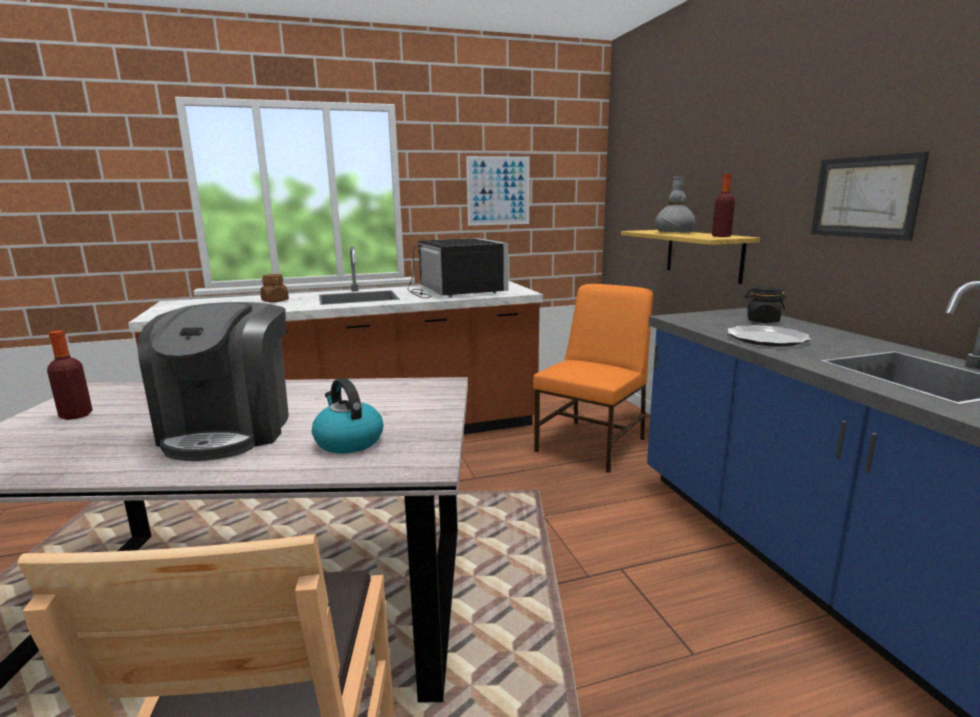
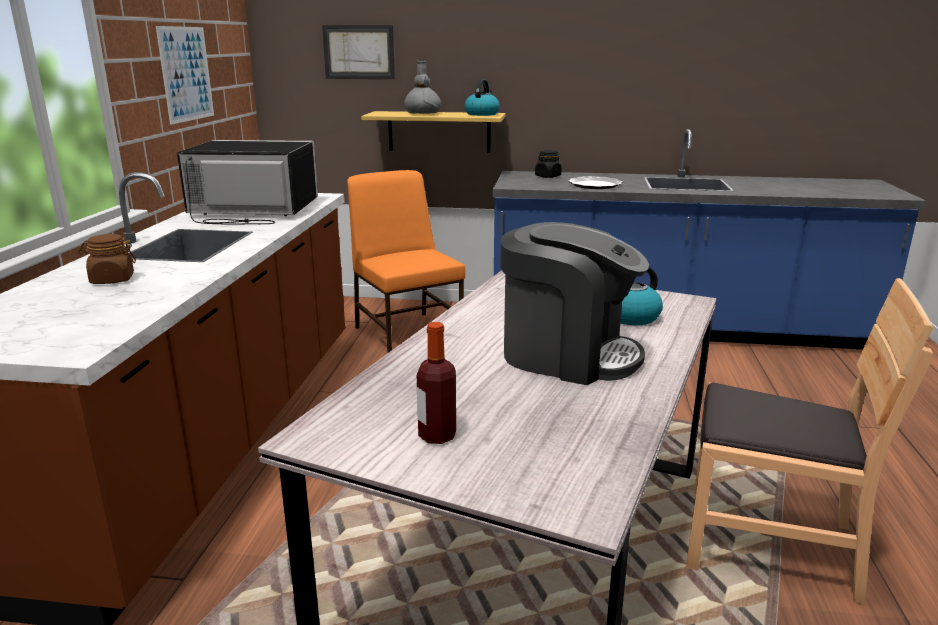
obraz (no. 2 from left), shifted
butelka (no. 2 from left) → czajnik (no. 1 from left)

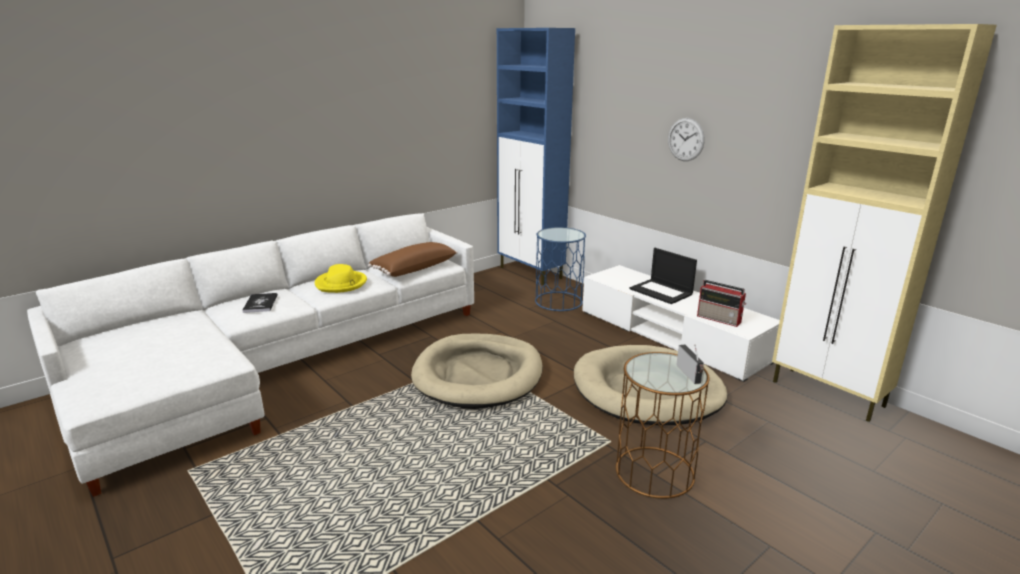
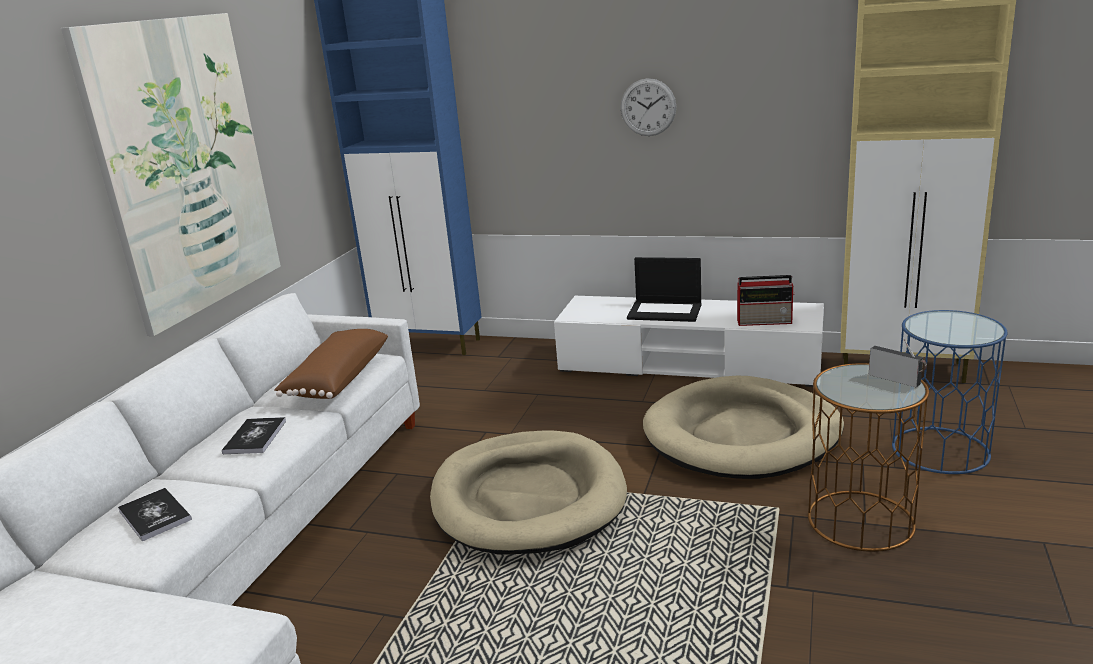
- → obraz
kapelusz [żółty] → książka (no. 2 from left)
stolik [niebieski], shifted

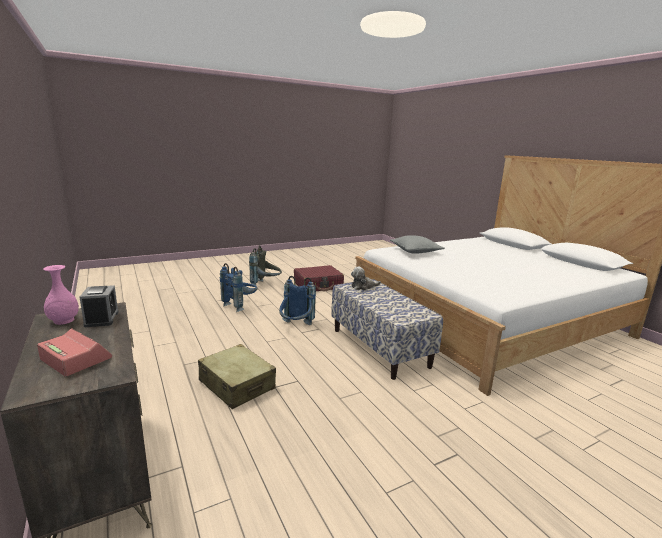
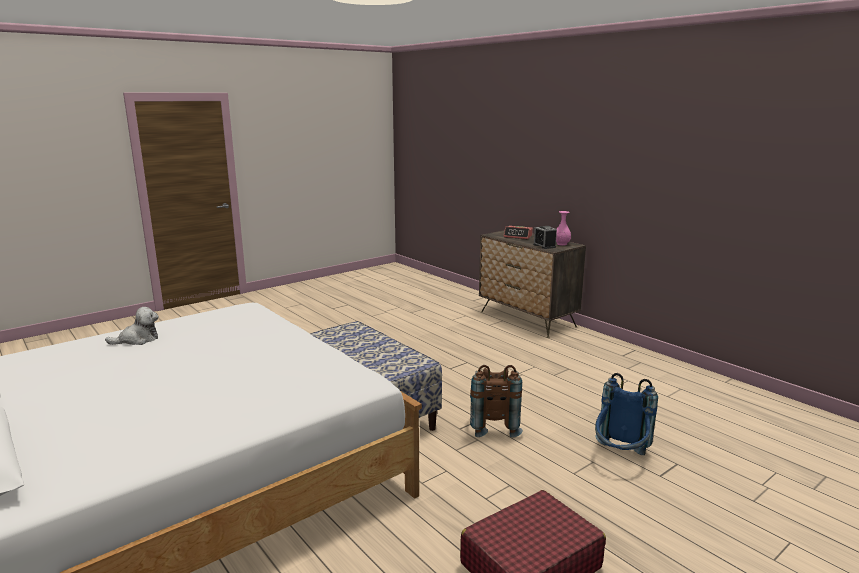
pluszak, shifted
plecak [niebieski] (no. 2 from left) → plecak [brązowy]
walizka [beżowy] → -
plecak [szary] → -
poduszka [szary] → -

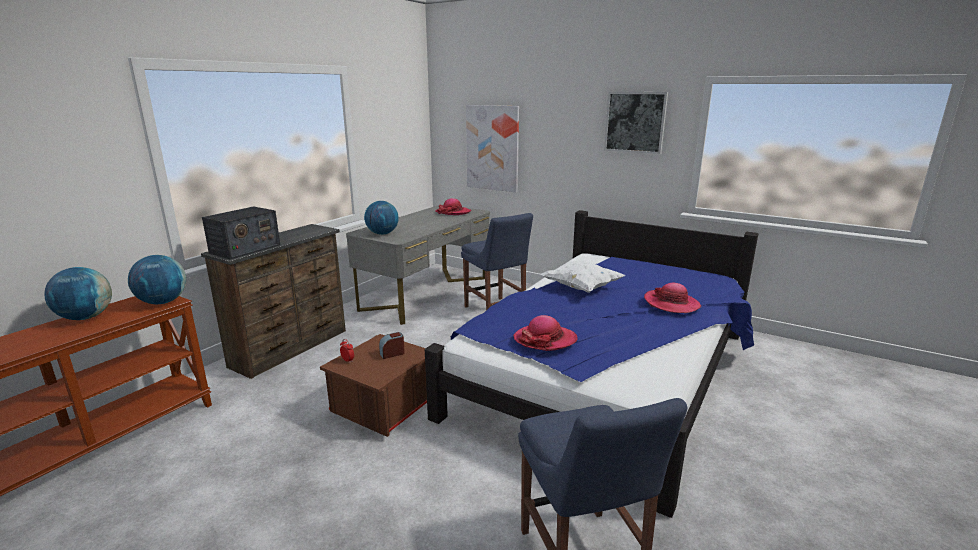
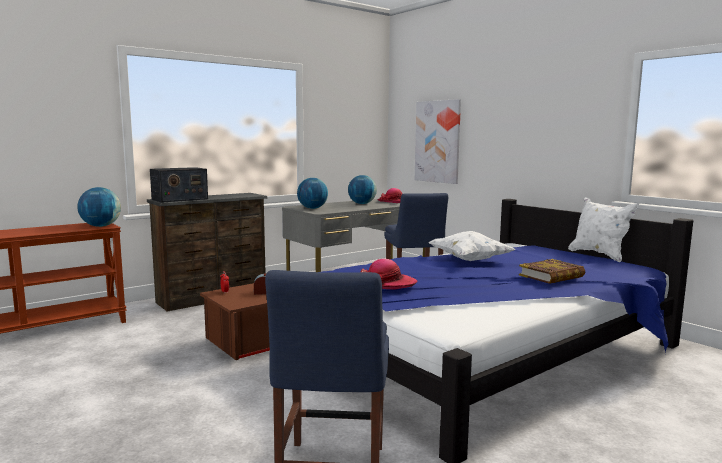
globus (no. 1 from left in the first image) → globus (no. 3 from left), shifted
kapelusz (no. 3 from left) → książka
- → poduszka [biały] (no. 2 from left)
obraz (no. 2 from left) → -

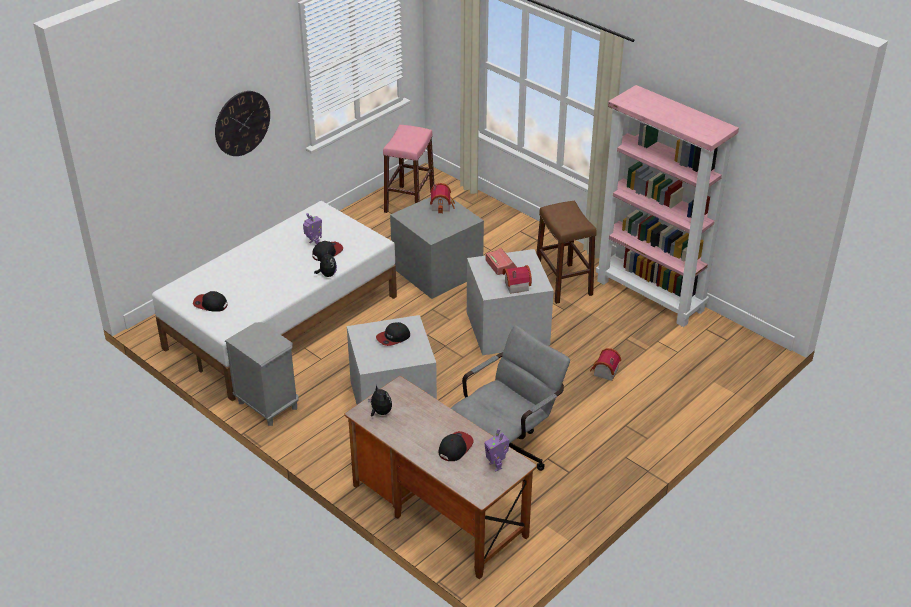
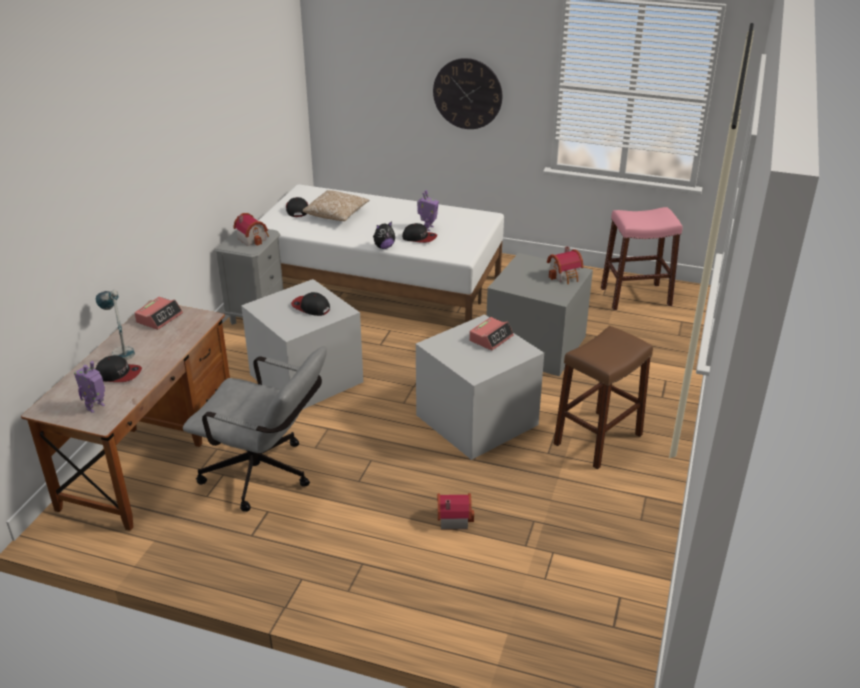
- → lampa stołowa
pluszak (no. 2 from left) → budzik (no. 1 from left)
domek (no. 2 from left in the first image) → domek (no. 1 from left), shifted
- → poduszka
regał [różowy] → -

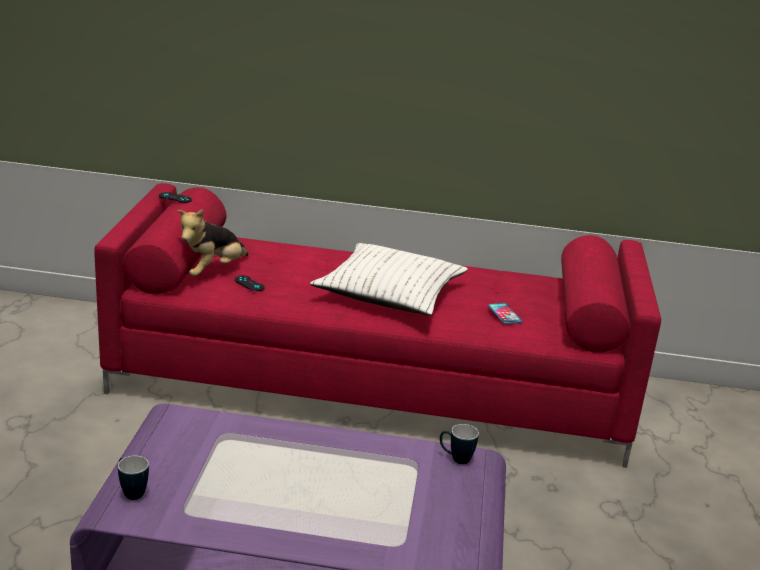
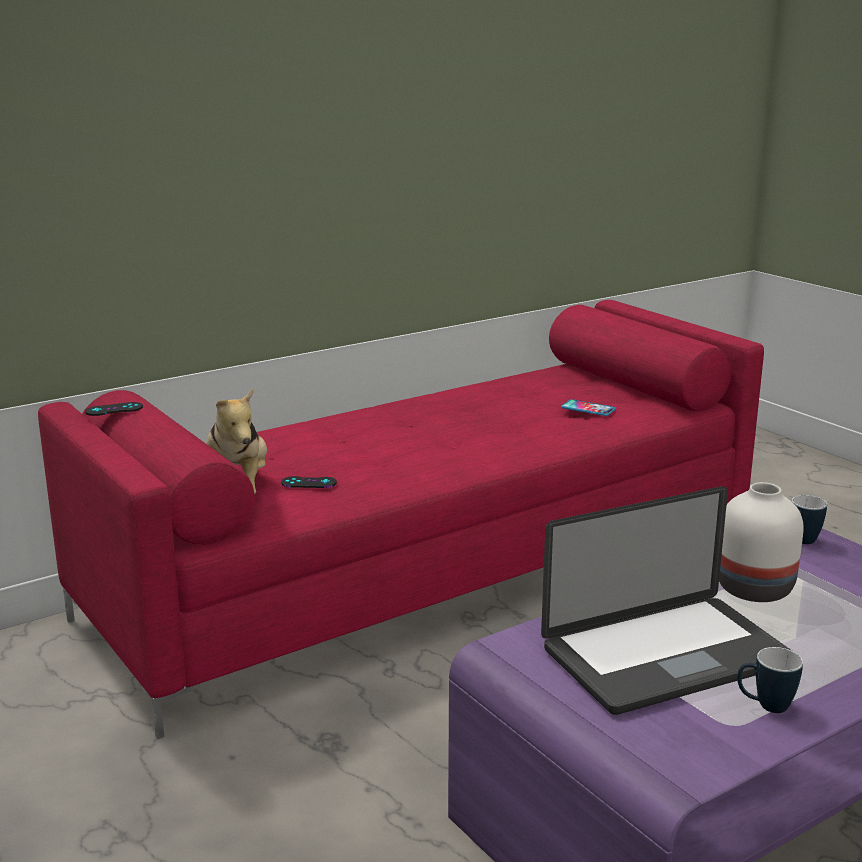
- → laptop
- → wazon [biały]
kubek (no. 1 from left), shifted
poduszka [biały] → -

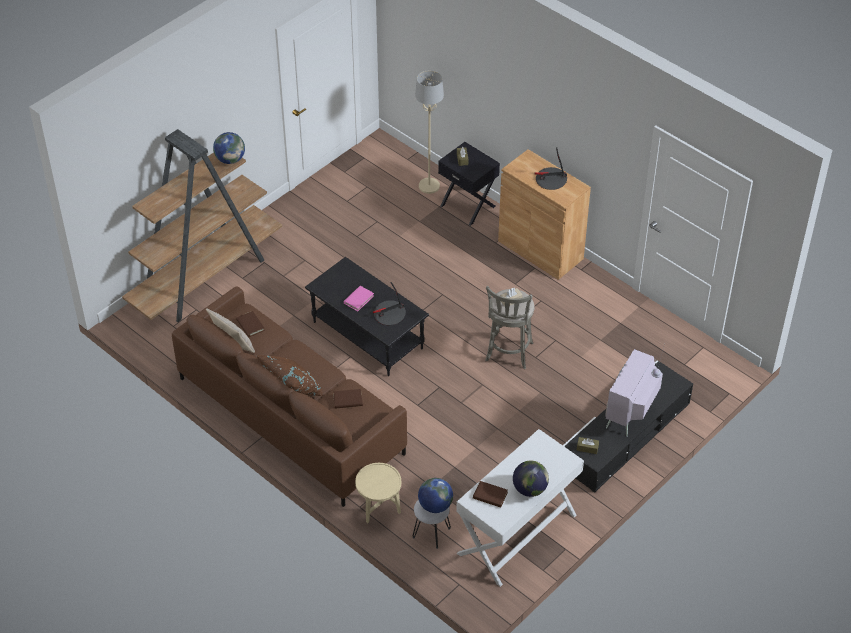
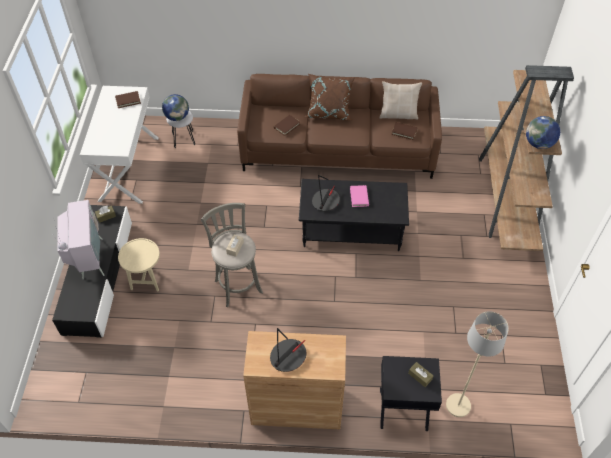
stolik [beżowy], shifted
globus (no. 3 from left) → -

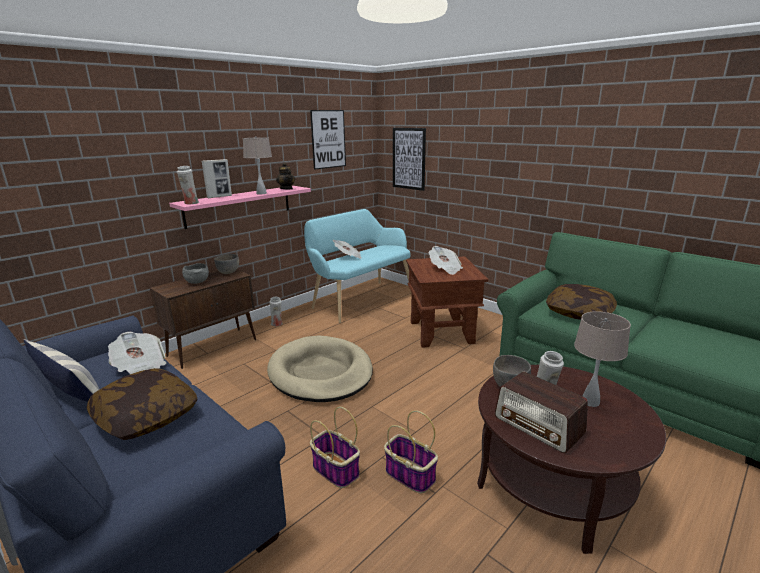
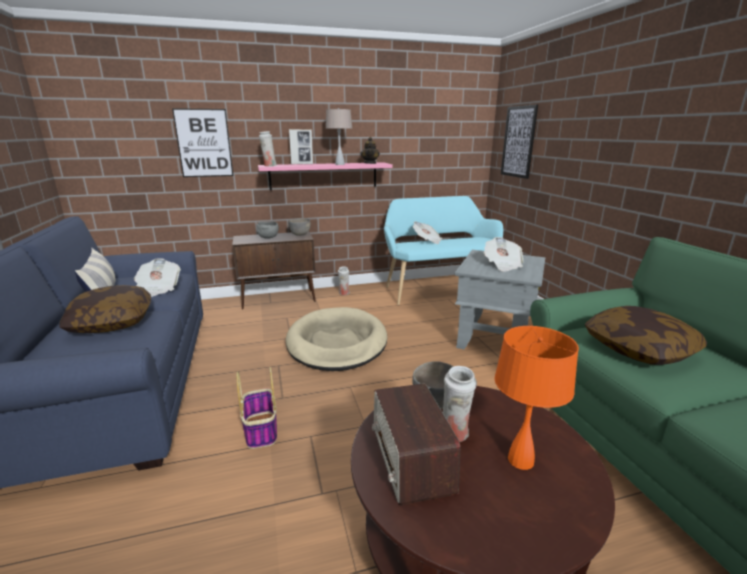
obraz (no. 1 from left), shifted
stolik [brązowy] → stolik [szary]
lampa stołowa [beżowy] (no. 2 from left) → lampa stołowa [pomarańczowy]
koszyk (no. 2 from left) → -

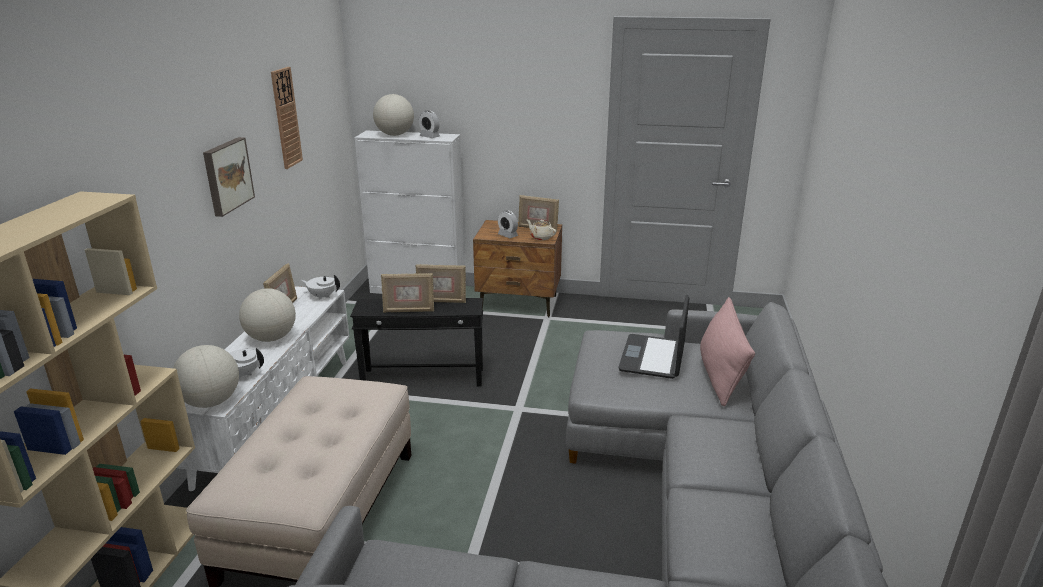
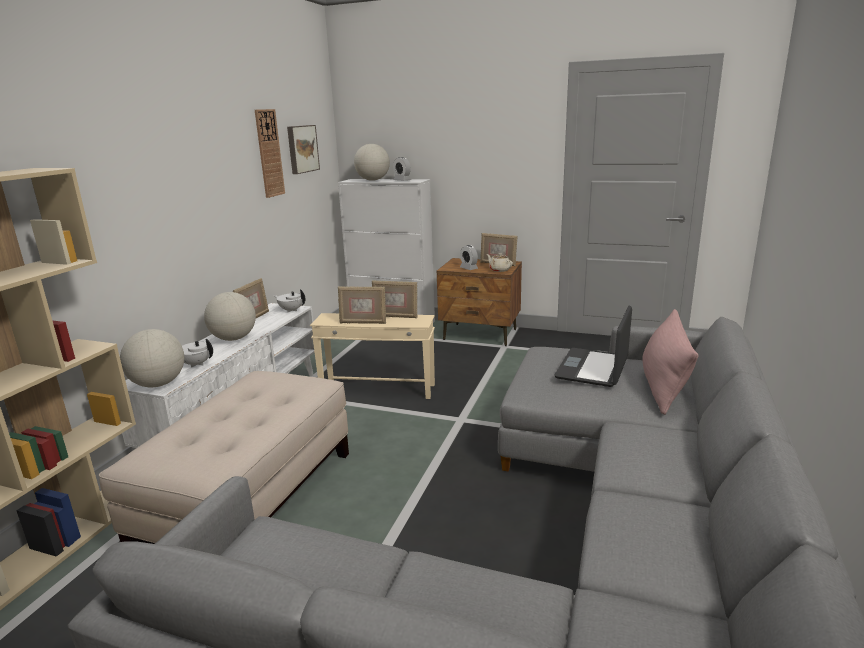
obraz, shifted
stolik [czarny] → stolik [beżowy]

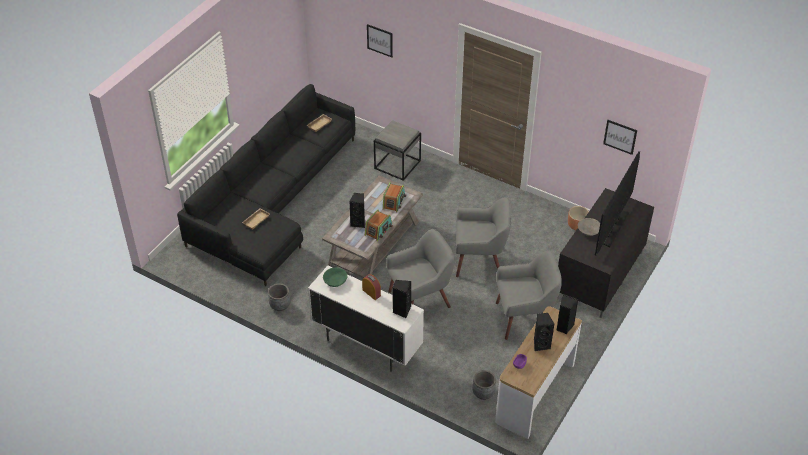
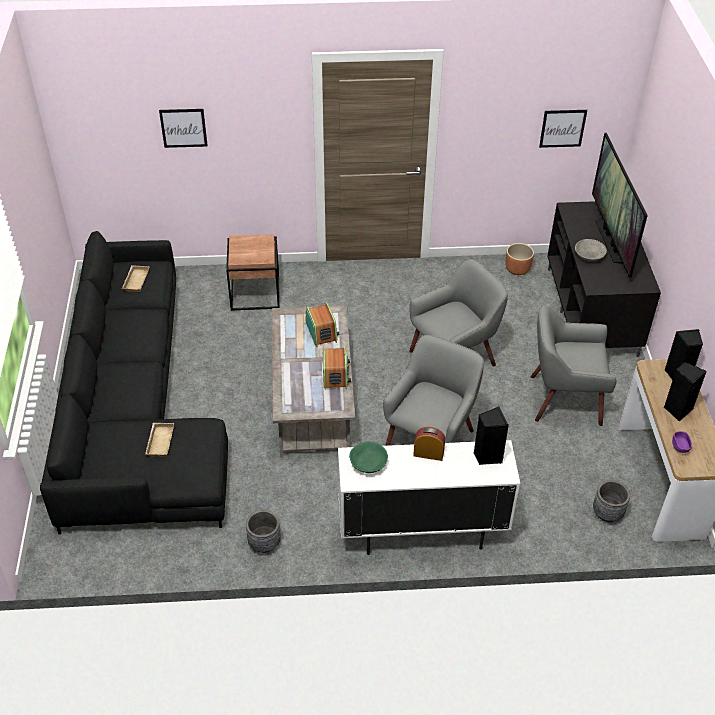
stolik [szary] → stolik [brązowy]
fotel [szary] (no. 3 from left), 135 degrees counterclockwise
głośnik [czarny] (no. 1 from left) → -

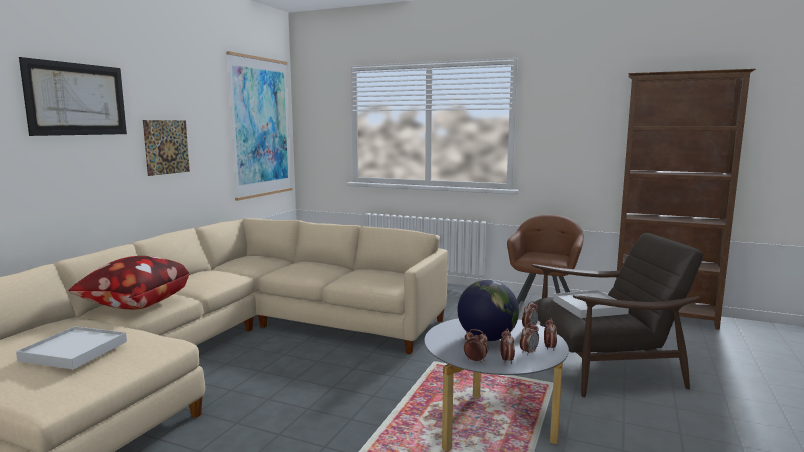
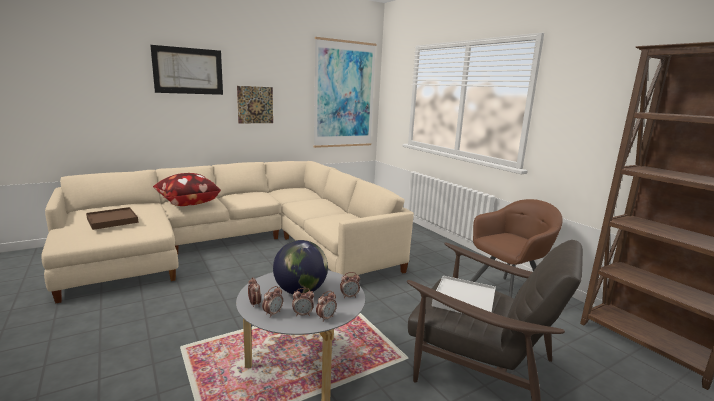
taca [biały] (no. 1 from left) → taca [brązowy]

